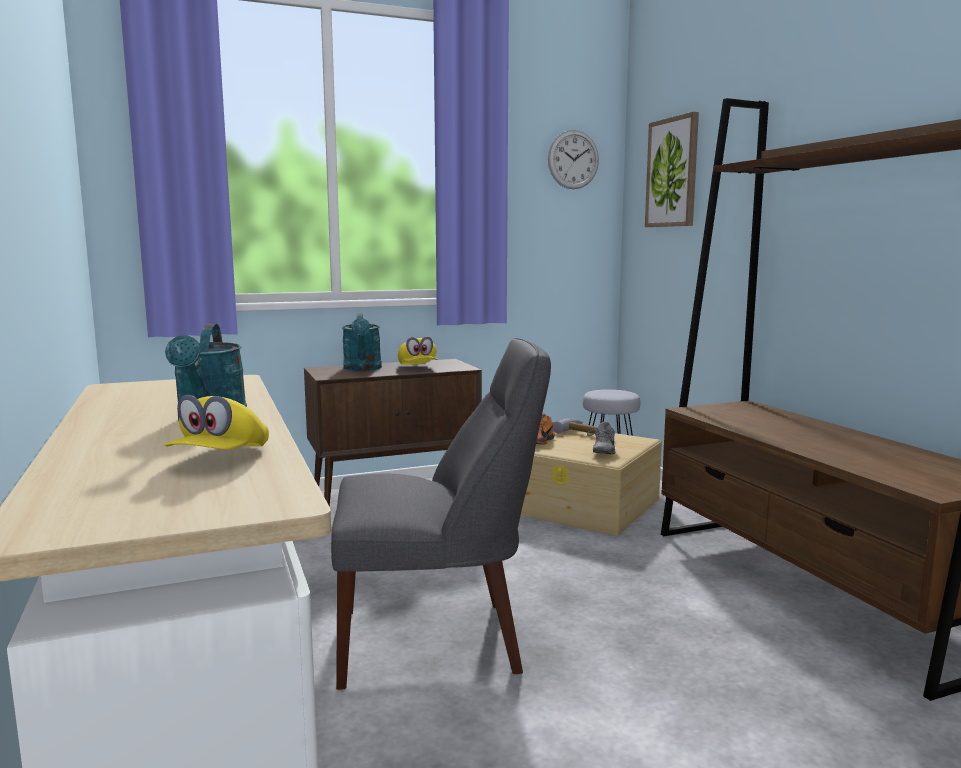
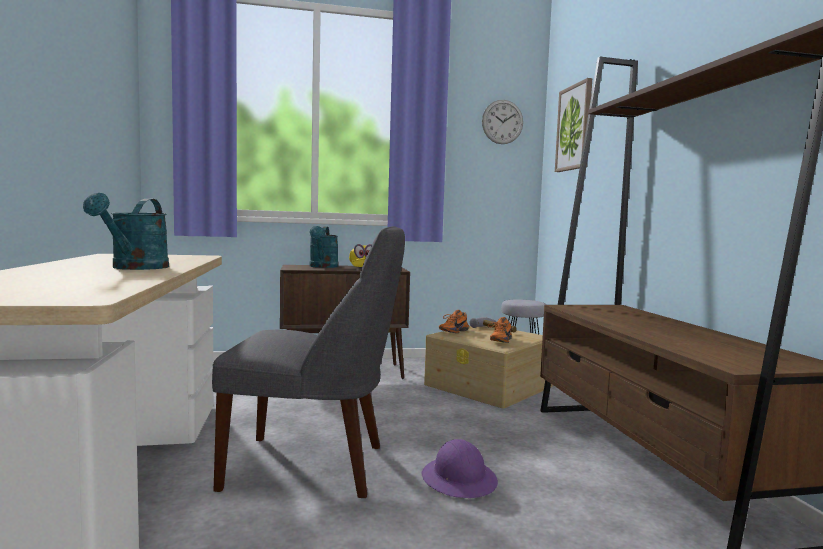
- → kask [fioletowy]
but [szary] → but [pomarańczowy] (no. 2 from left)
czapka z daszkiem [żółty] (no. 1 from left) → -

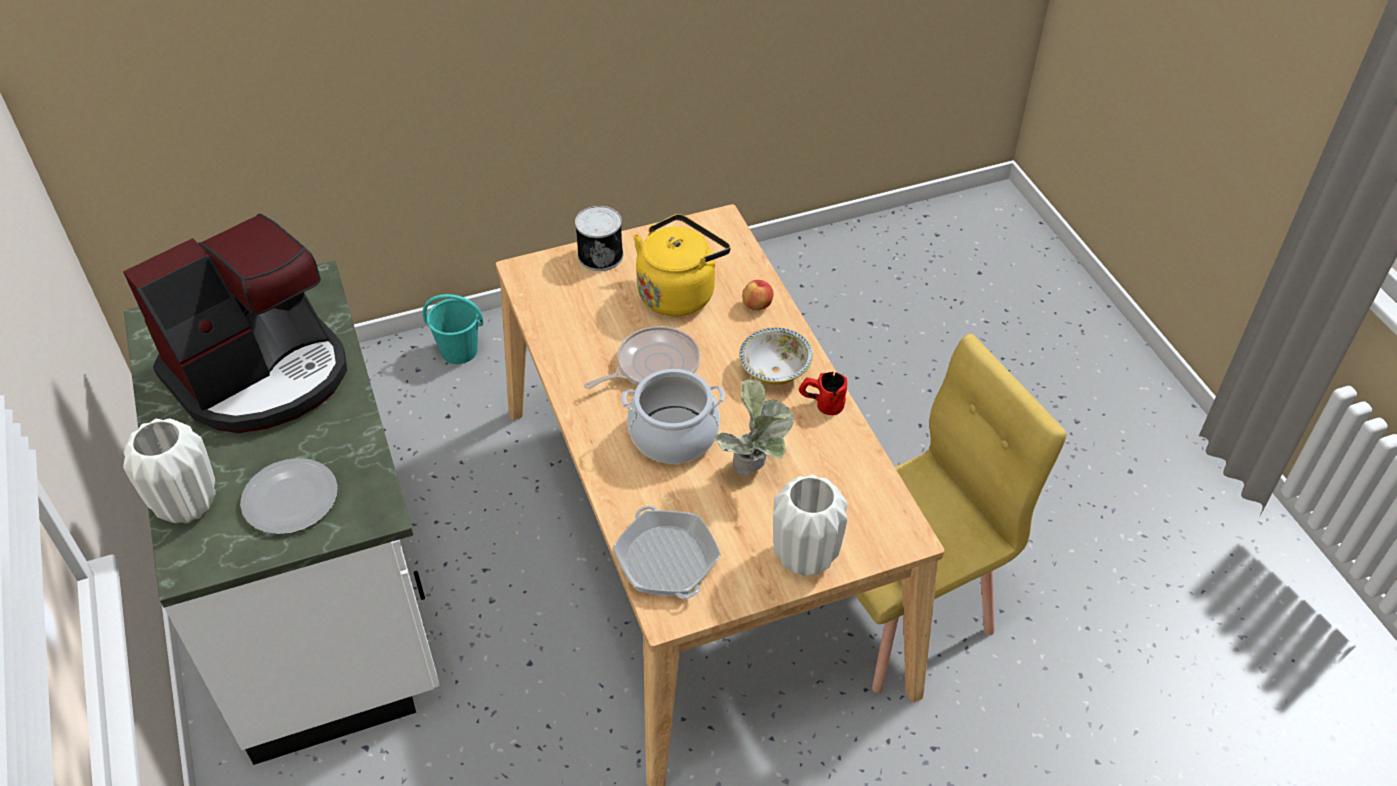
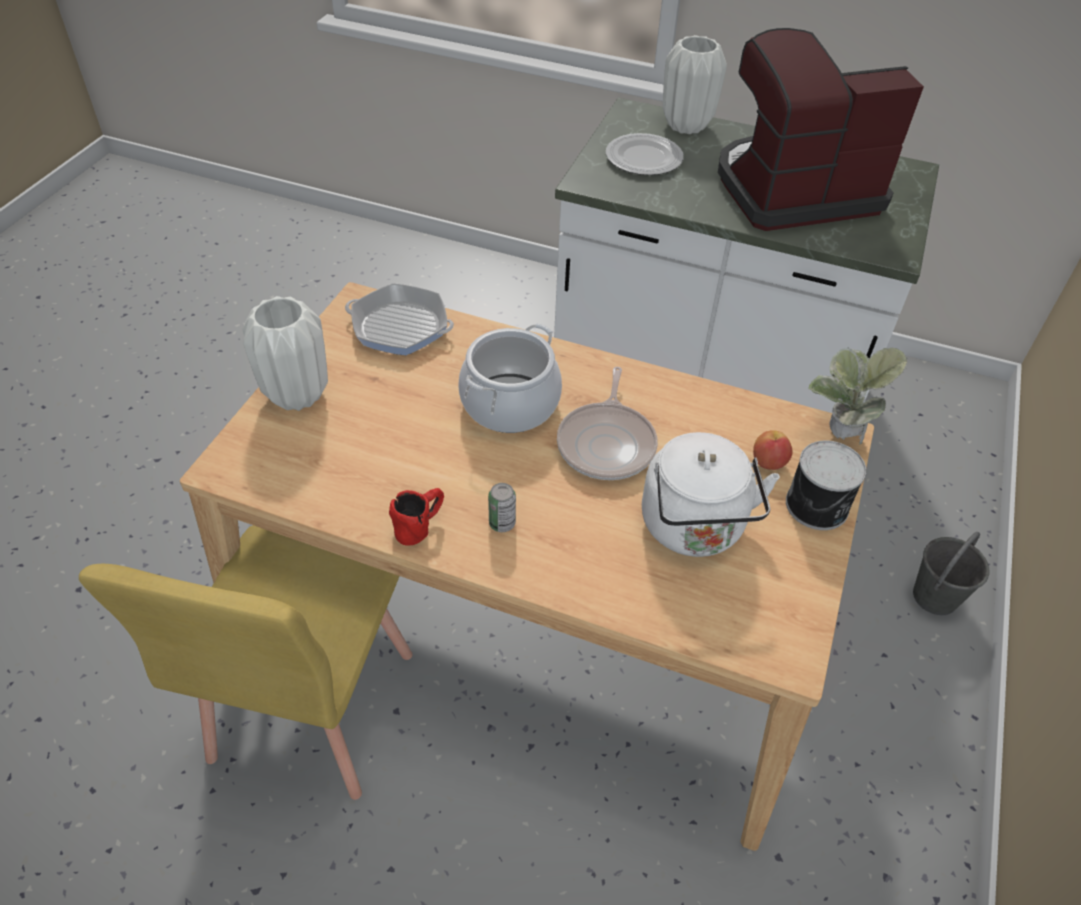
miska → puszka (no. 1 from left)
czajnik [żółty] → czajnik [biały]
ekspres do kawy, 75 degrees clockwise
jabłko, shifted
roślina doniczkowa, shifted
wiadro [turkusowy] → wiadro [szary]

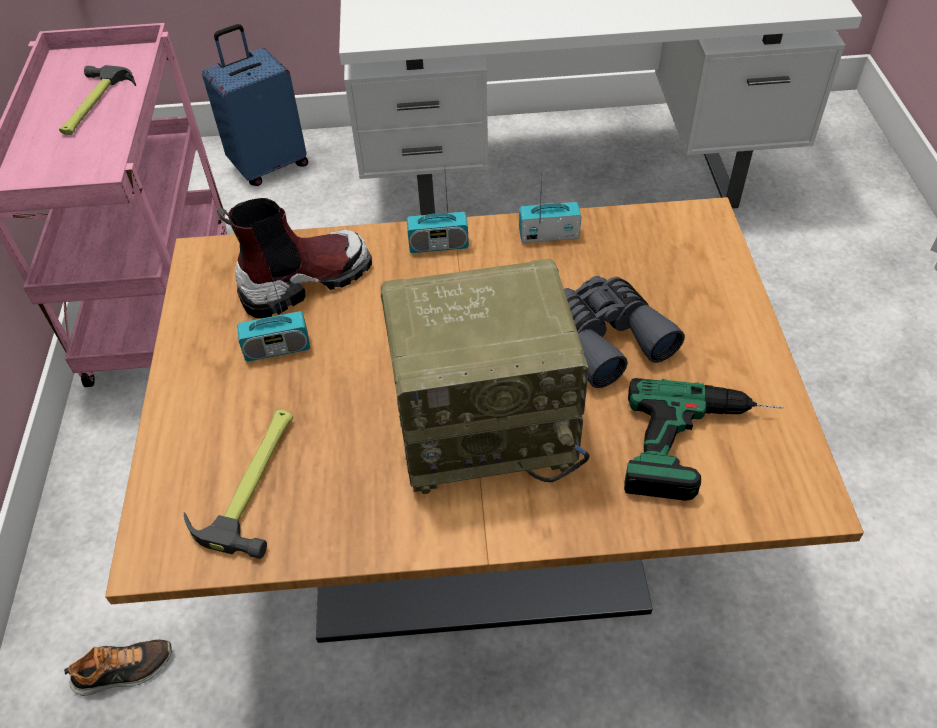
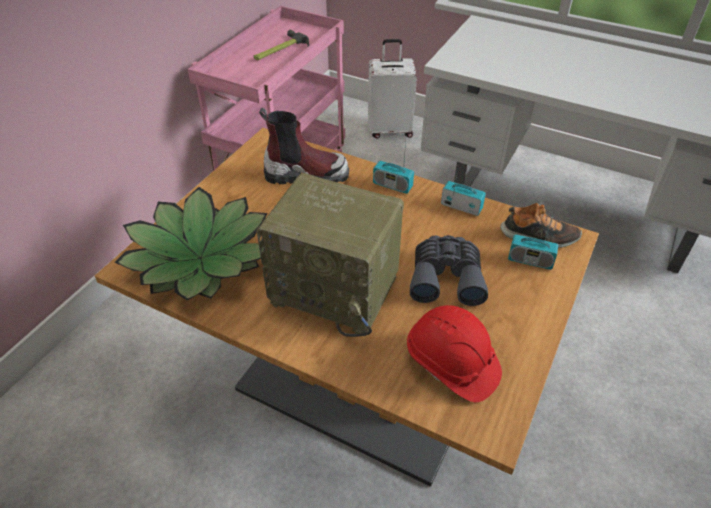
młotek (no. 2 from left) → roślina doniczkowa
walizka [niebieski] → walizka [biały]
wiertarka → kask [czerwony]
but, shifted
radio (no. 1 from left in the first image) → radio (no. 4 from left), shifted

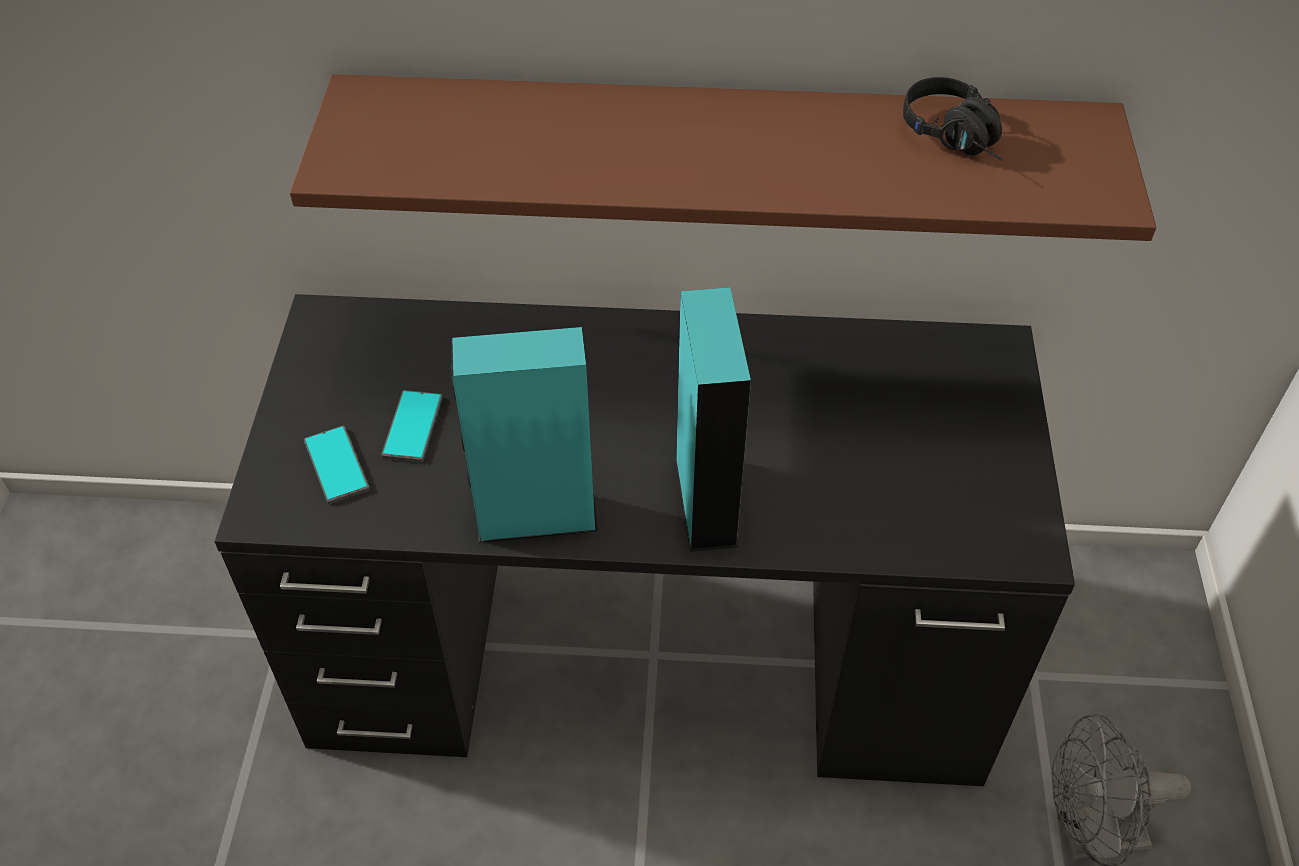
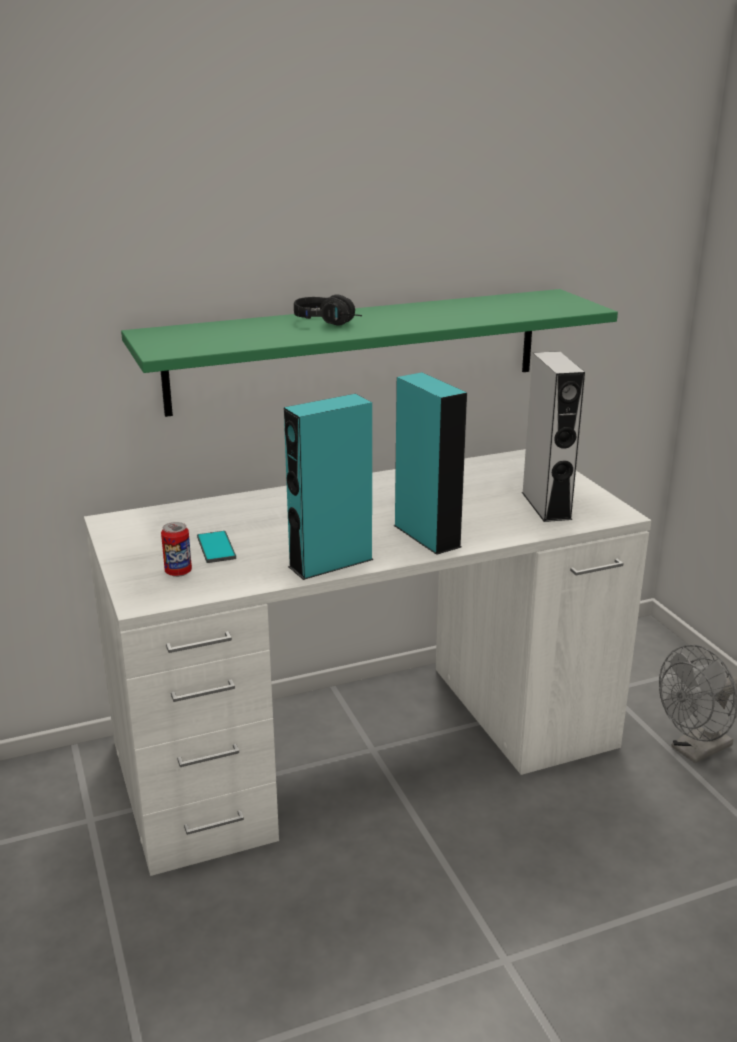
biurko [czarny] → biurko [biały]
półka [brązowy] → półka [zielony]
telefon (no. 1 from left) → puszka
słuchawki [czarny], shifted
- → głośnik [szary]

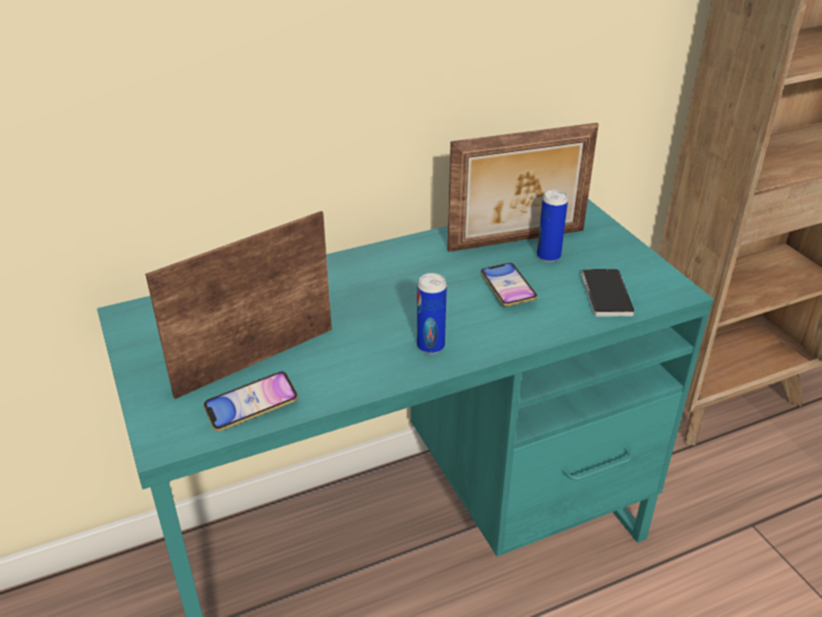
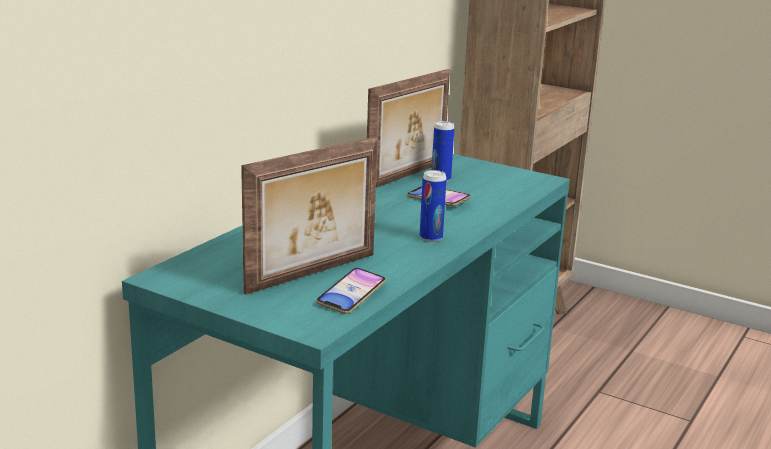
ramka na zdjęcie (no. 1 from left), 150 degrees counterclockwise
telefon (no. 3 from left) → -

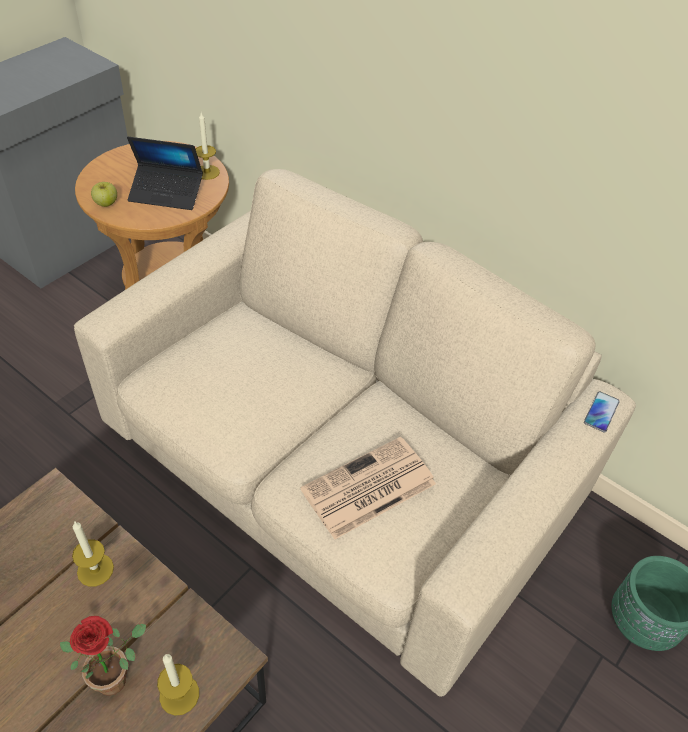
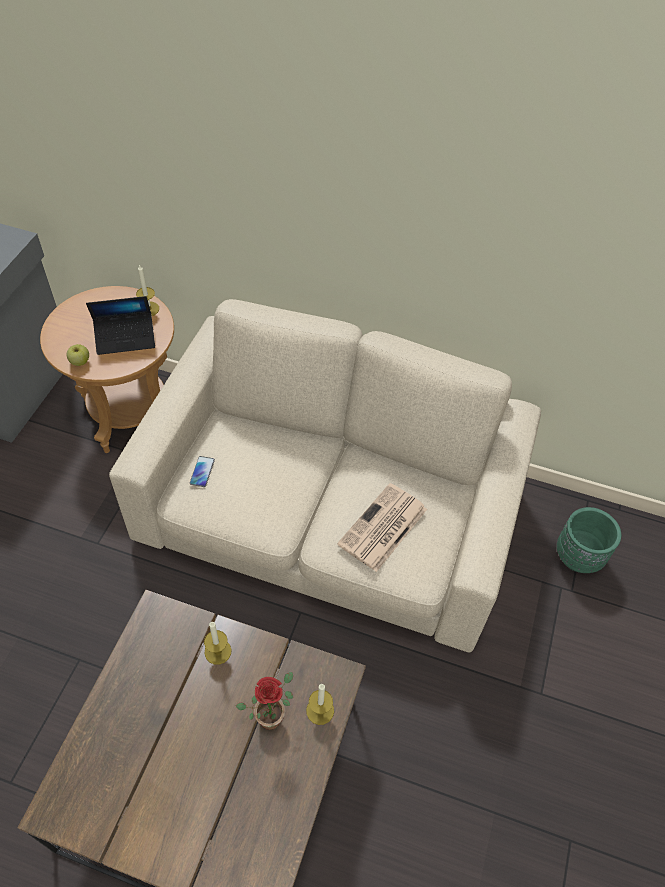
telefon, shifted

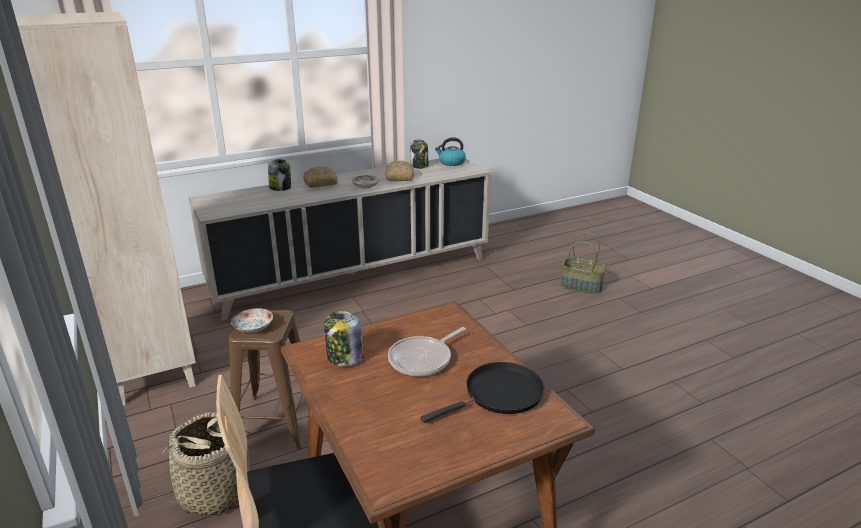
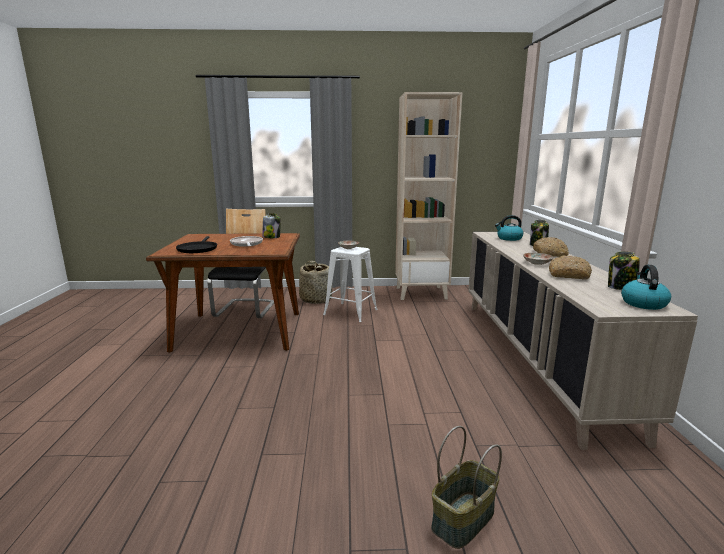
stołek [brązowy] → stołek [biały]
- → czajnik (no. 1 from left)

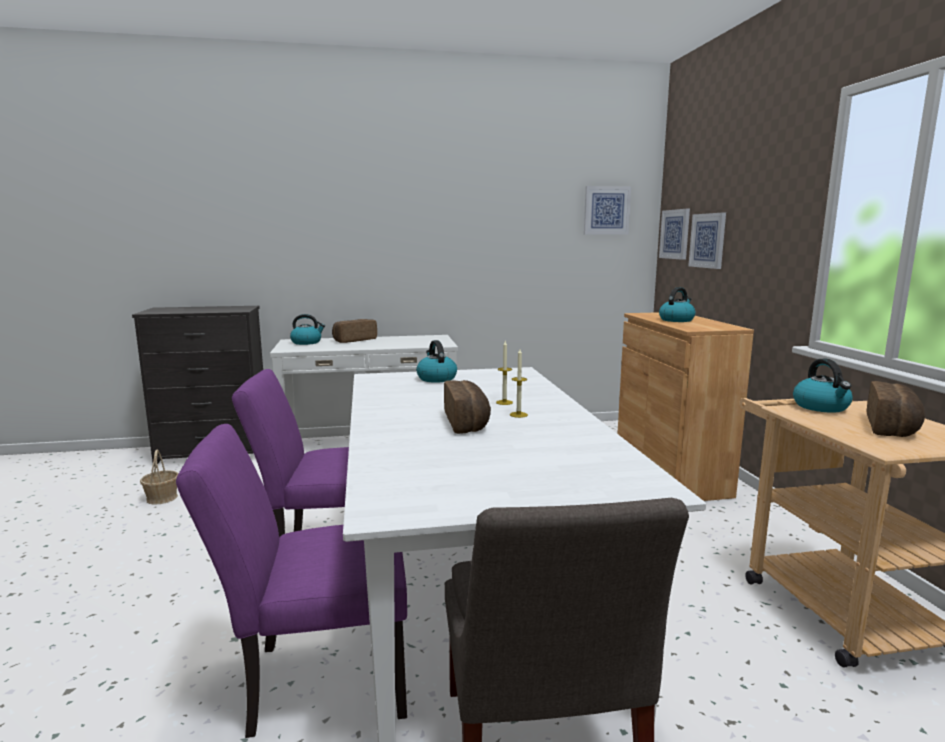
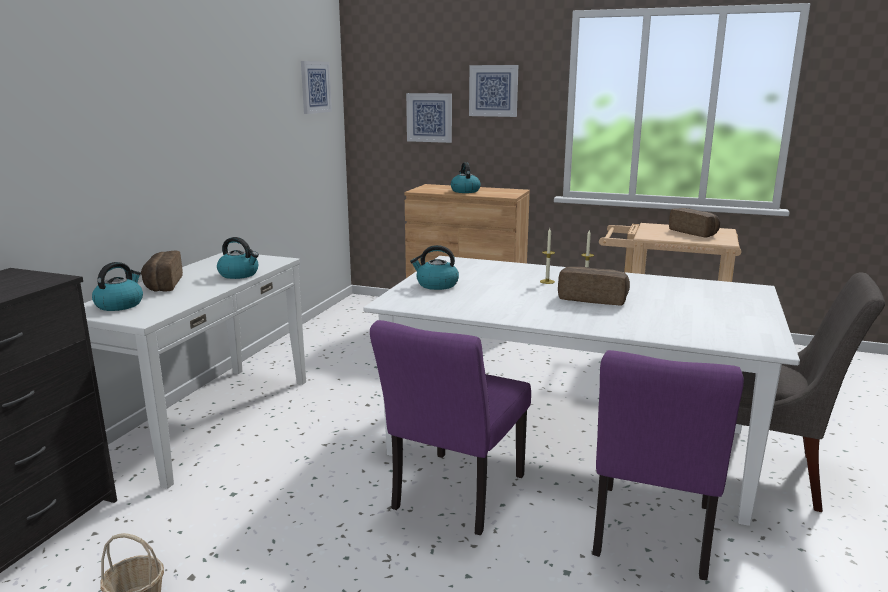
czajnik (no. 4 from left in the first image) → czajnik (no. 2 from left), shifted
obraz (no. 2 from left in the first image) → obraz (no. 3 from left), shifted

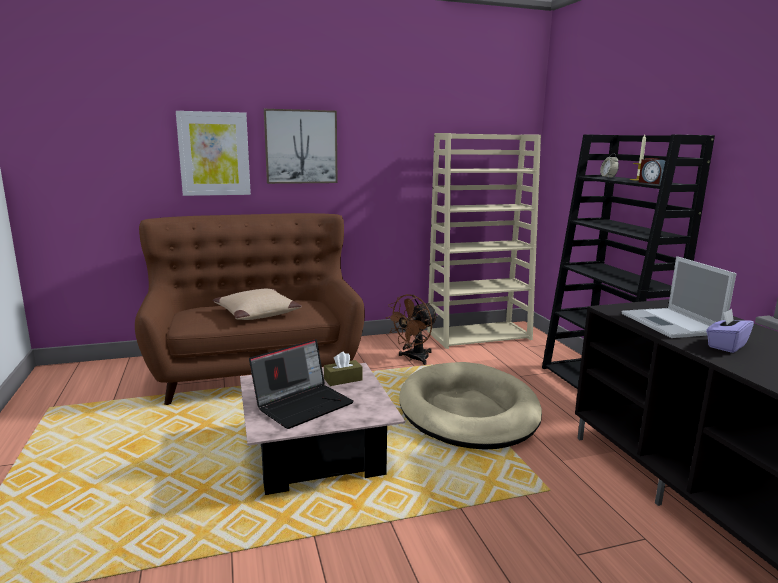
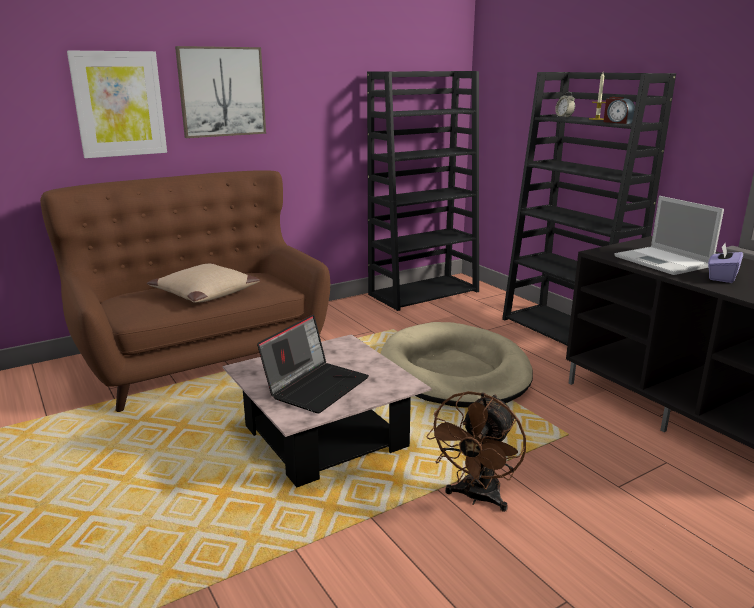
regał [beżowy] → regał [czarny] (no. 1 from left)
wentylator [brązowy], shifted
pudełko chusteczek [brązowy] → -

